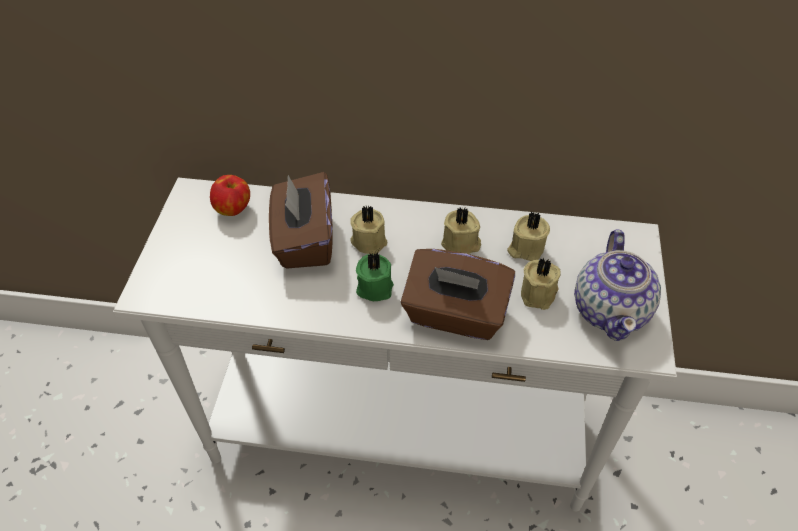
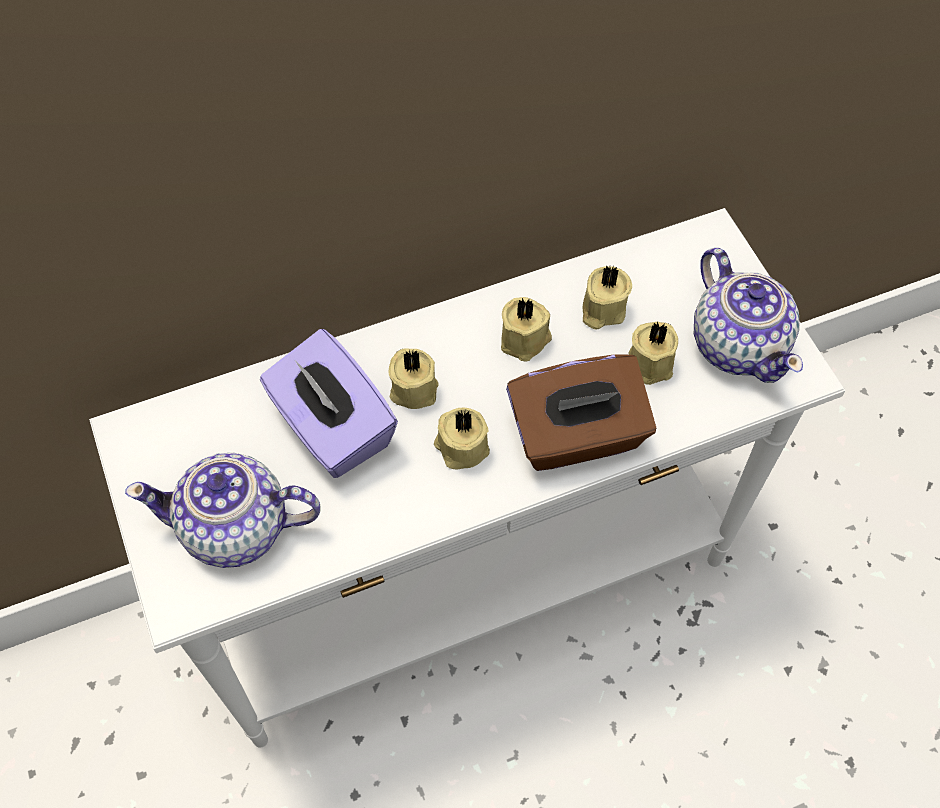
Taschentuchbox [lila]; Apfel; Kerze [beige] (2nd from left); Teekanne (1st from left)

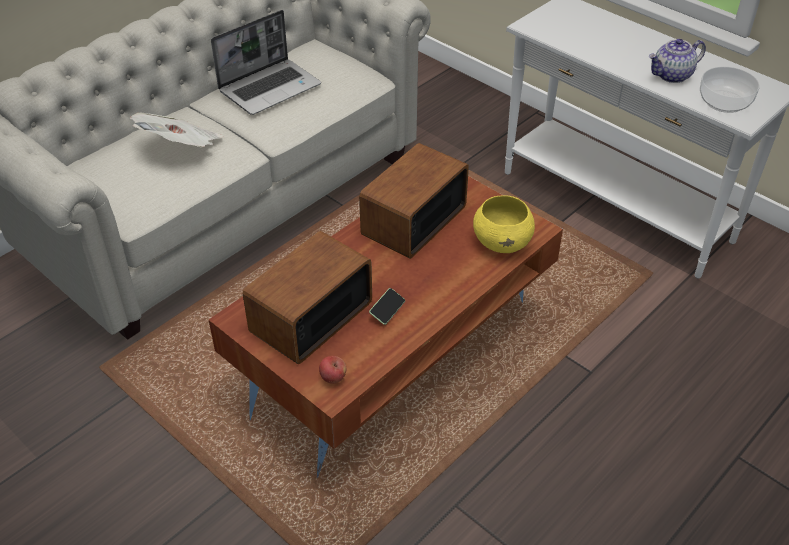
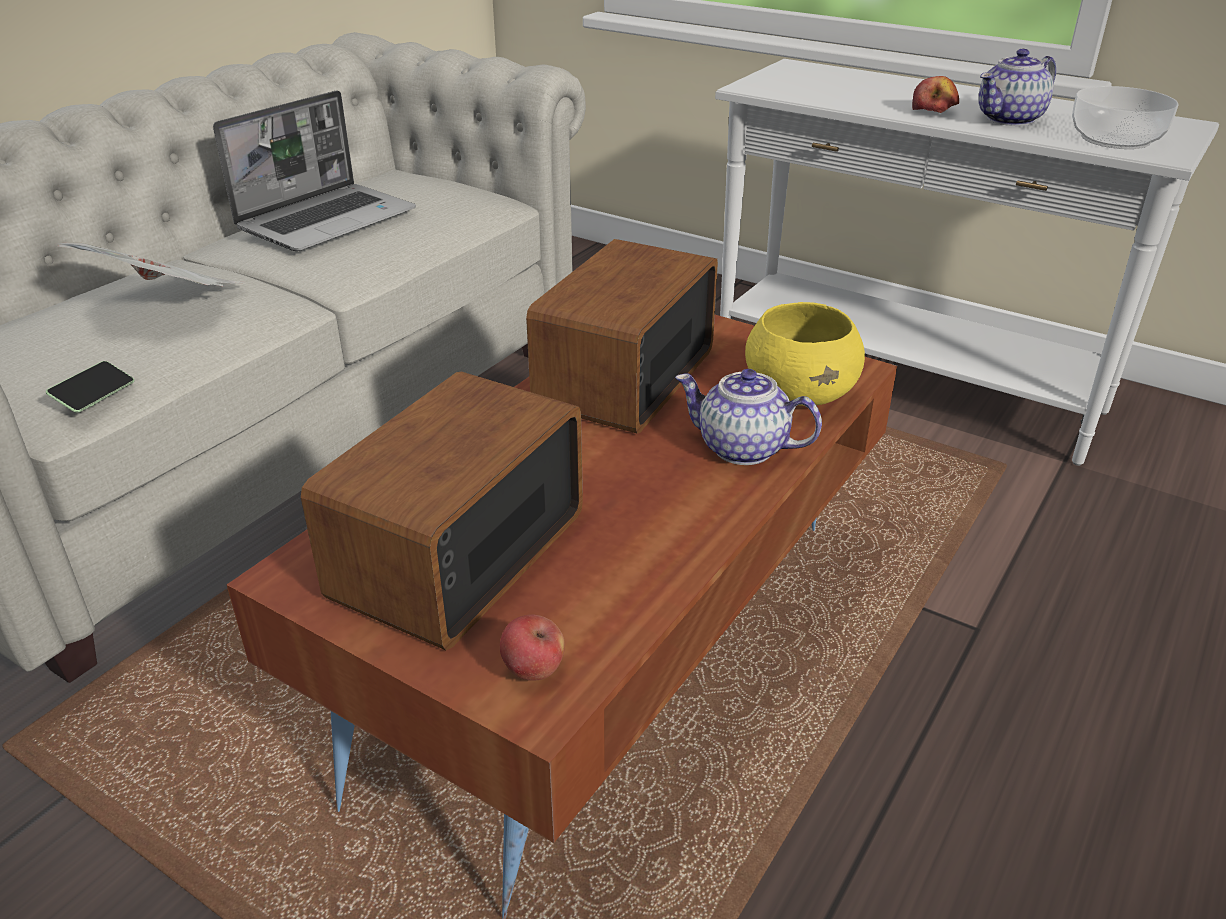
Handy; Apfel (2nd from left); Teekanne (1st from left)

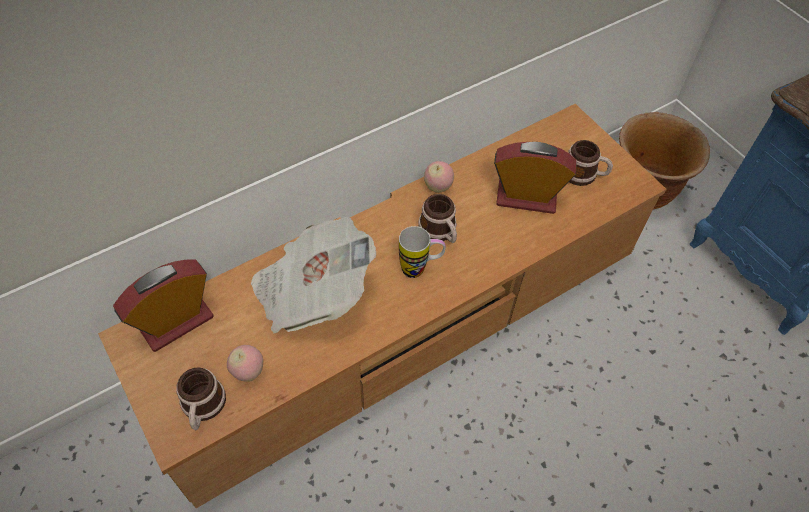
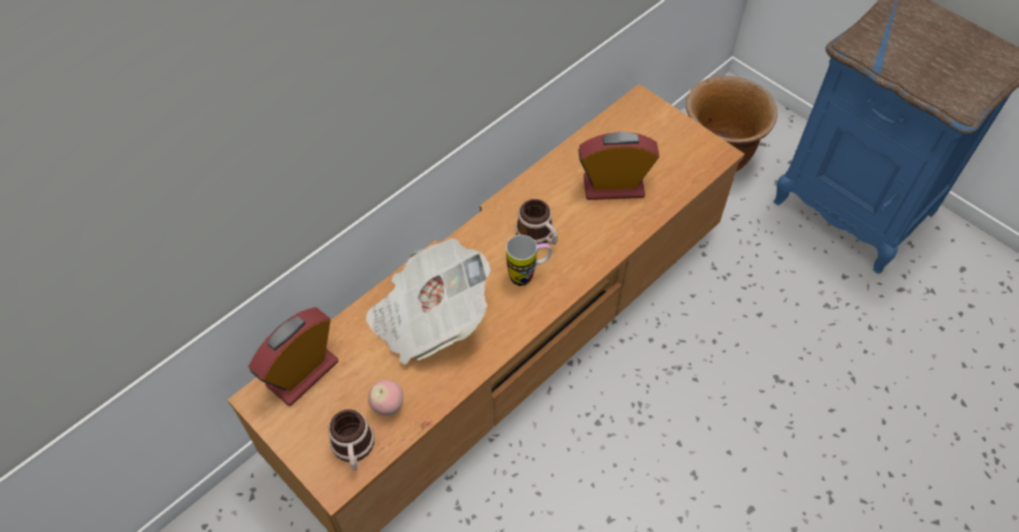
Henkelbecher (4th from left in the first image); Apfel (2nd from left in the first image)

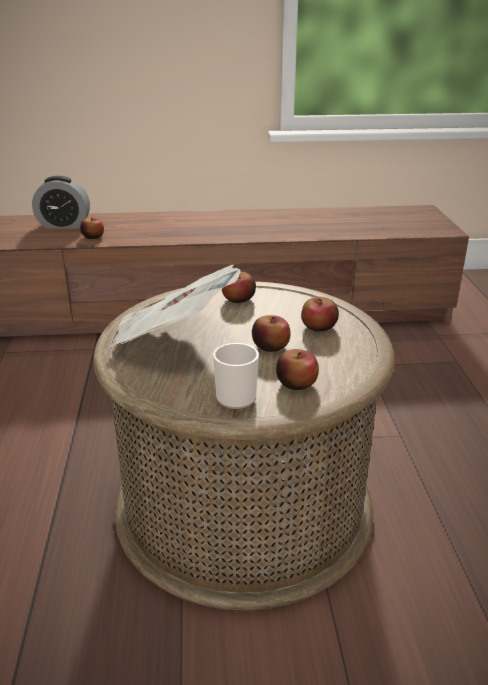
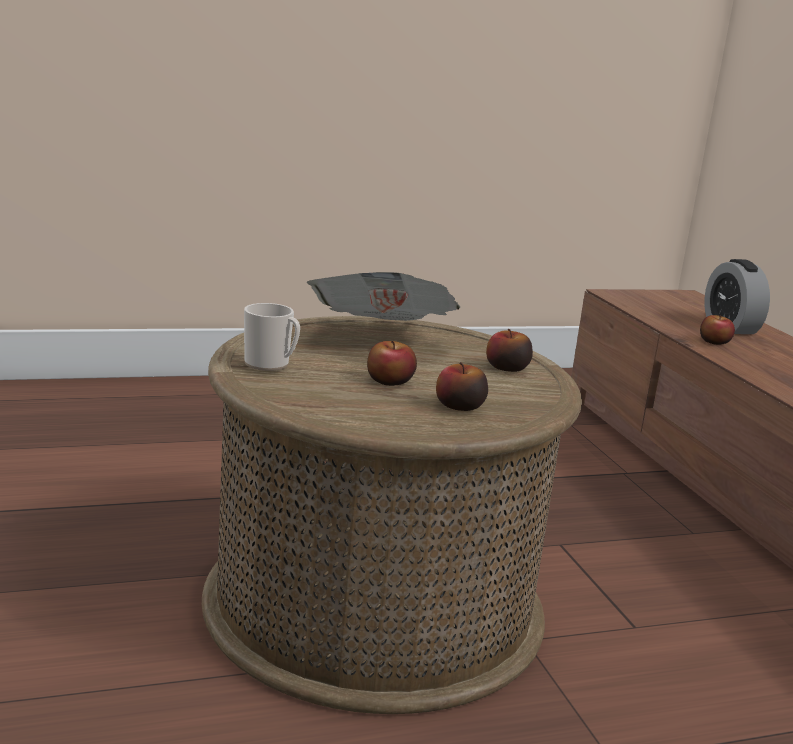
Apfel (4th from left in the first image)

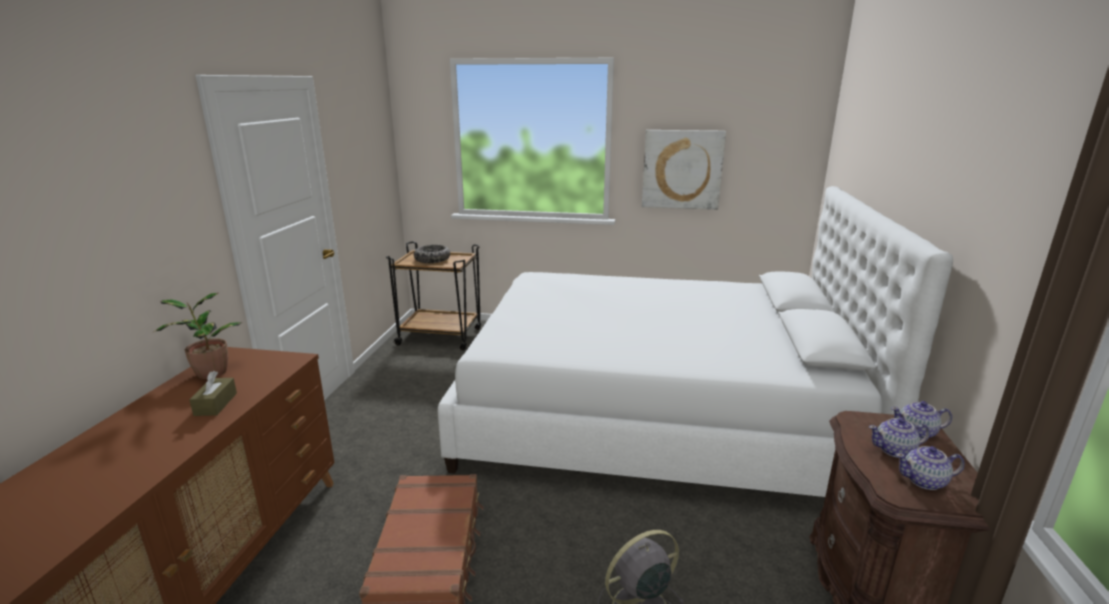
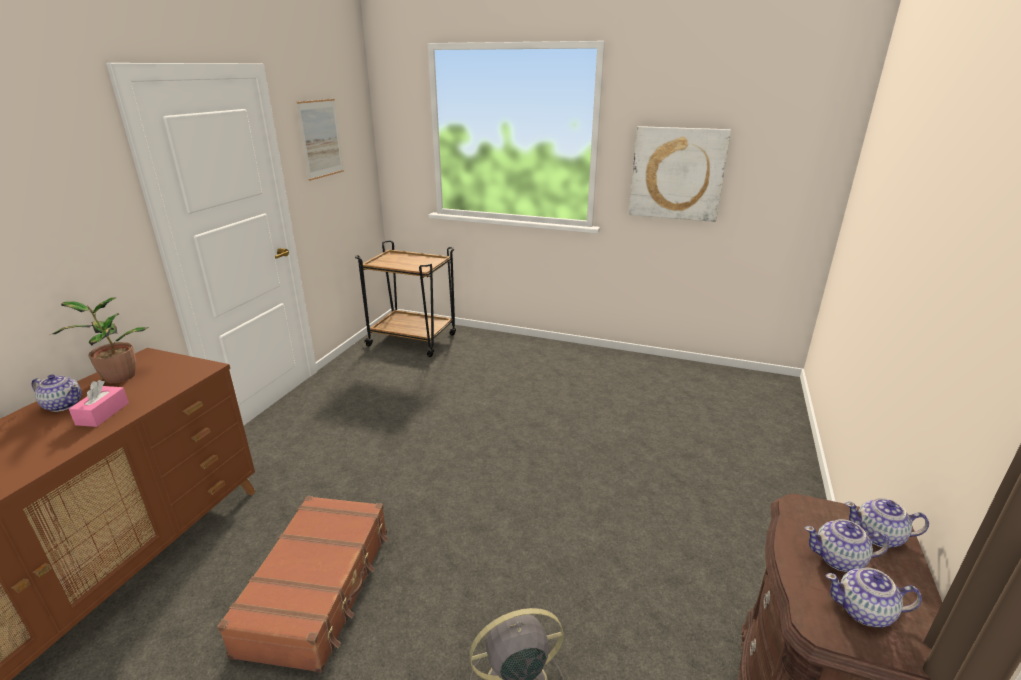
Bett [weiß]; Schüssel; Taschentuchbox [rosa]; Bild (1st from left); Teekanne (1st from left)

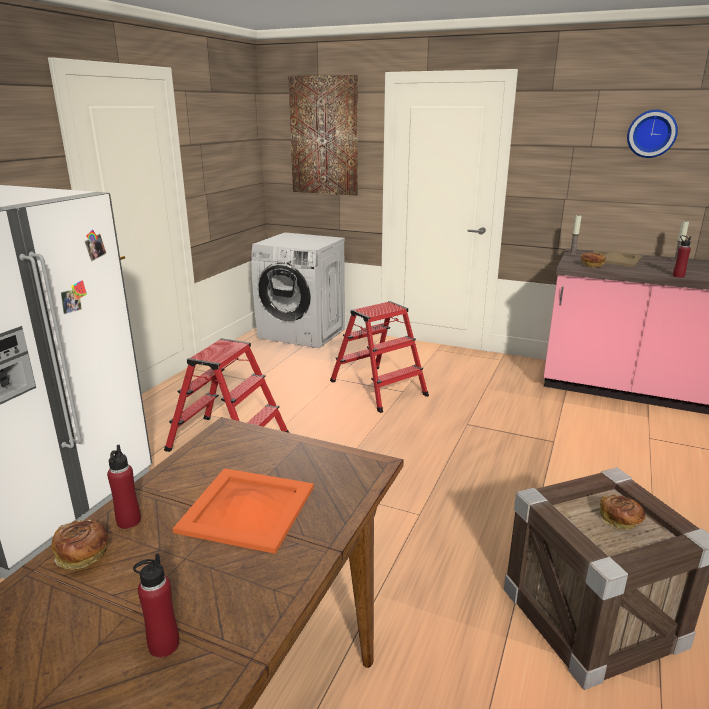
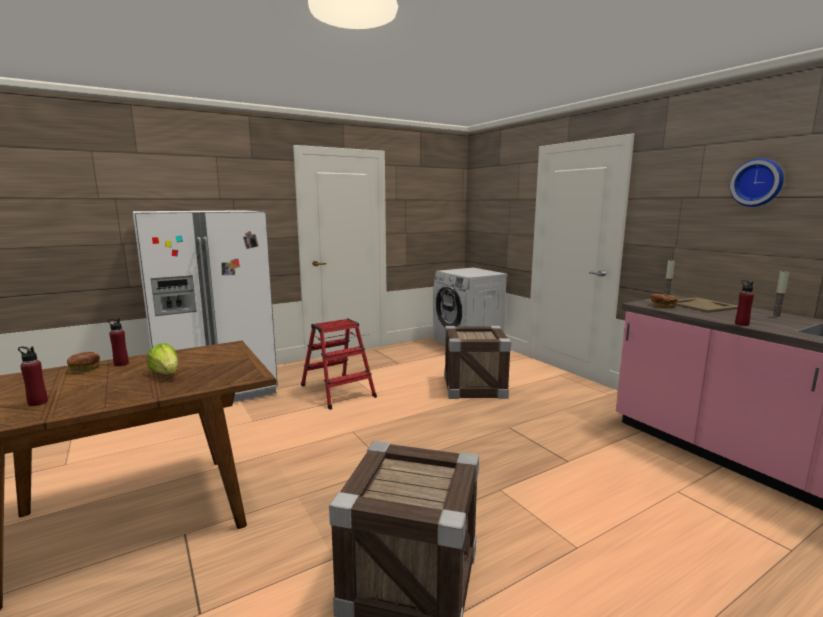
Bild; Kiste (2nd from left); Salatkopf; Brot (3rd from left in the first image)

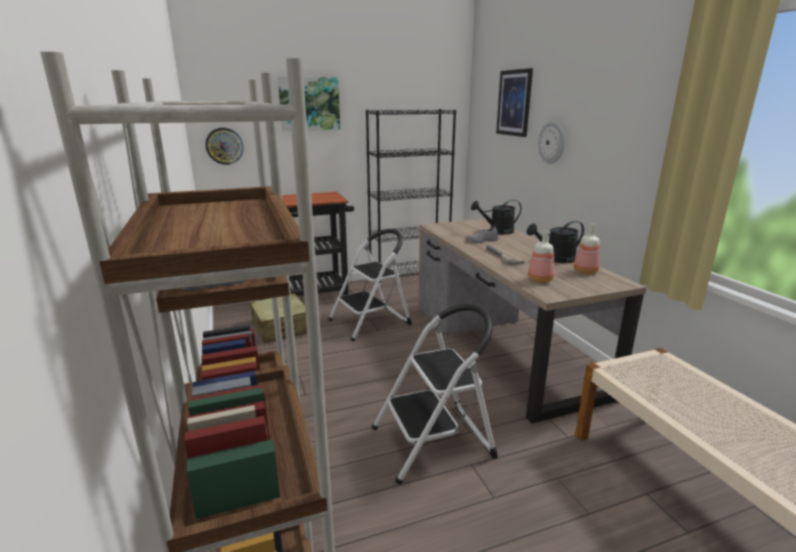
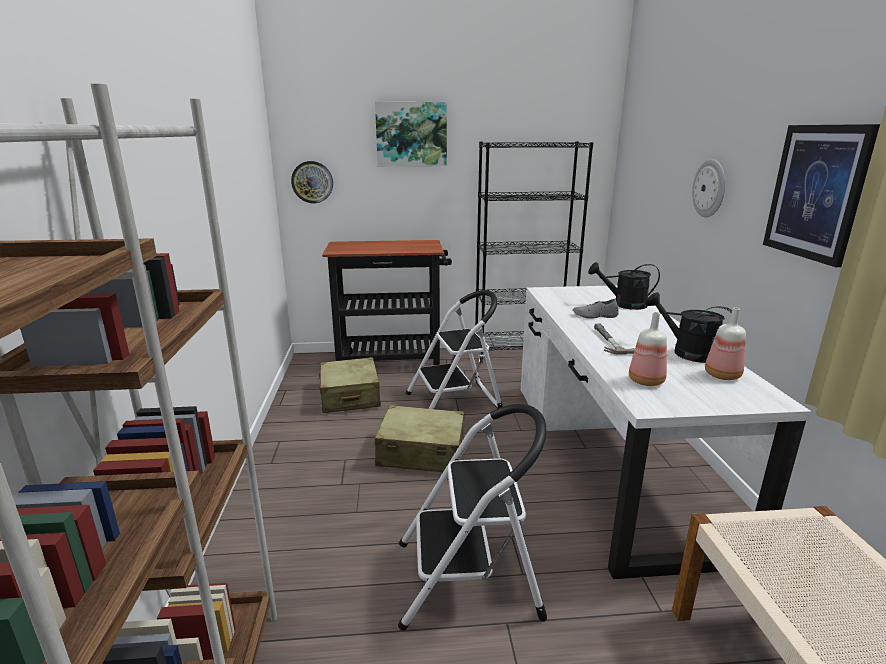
Bild (2nd from left); Schreibtisch [weiß]; Gießkanne [schwarz] (2nd from left); Koffer [beige] (2nd from left)

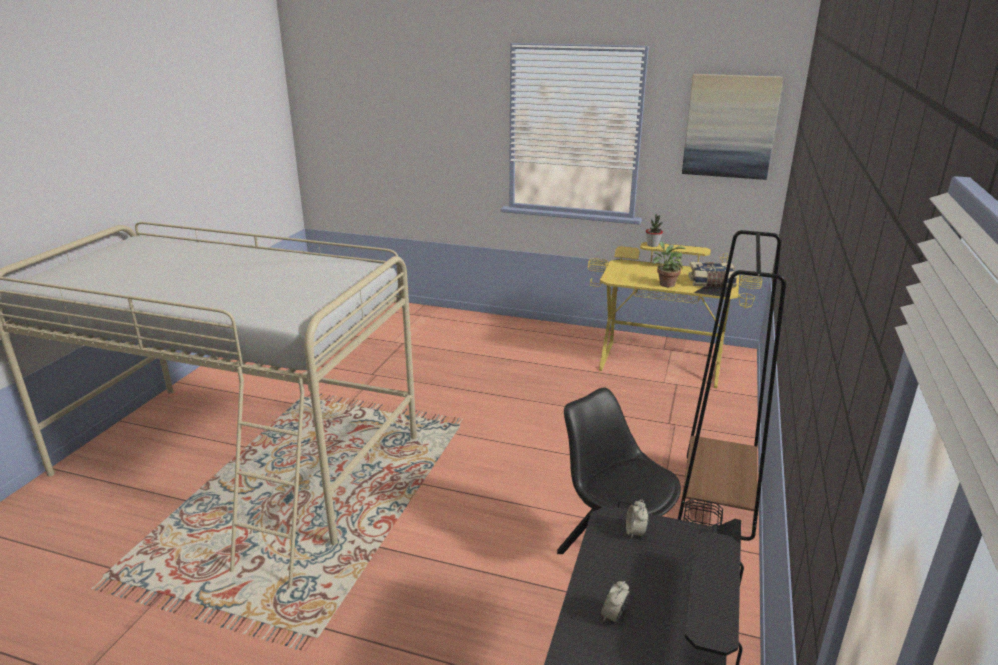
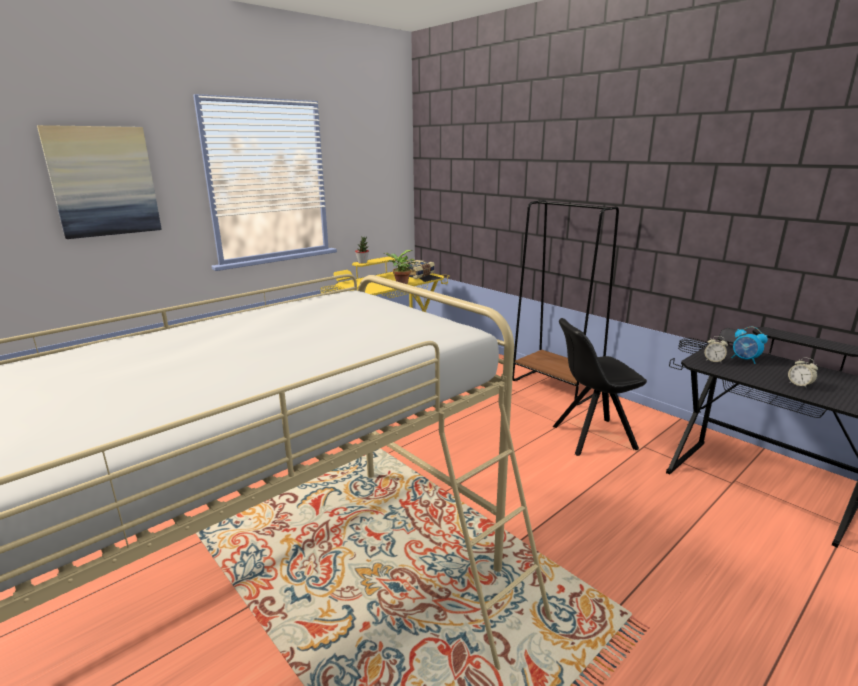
Bild; Wecker (2nd from left)

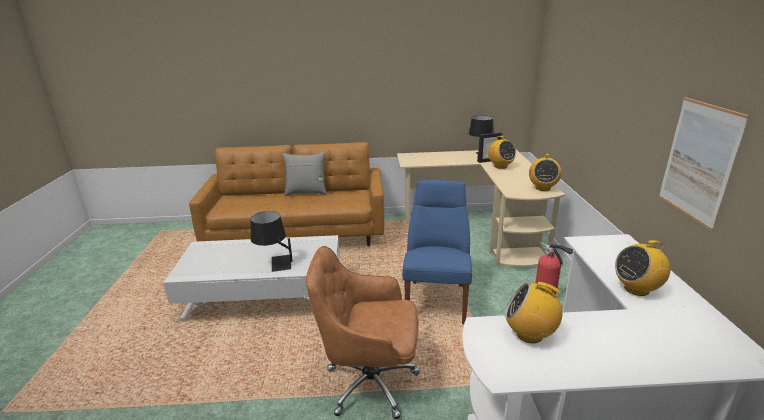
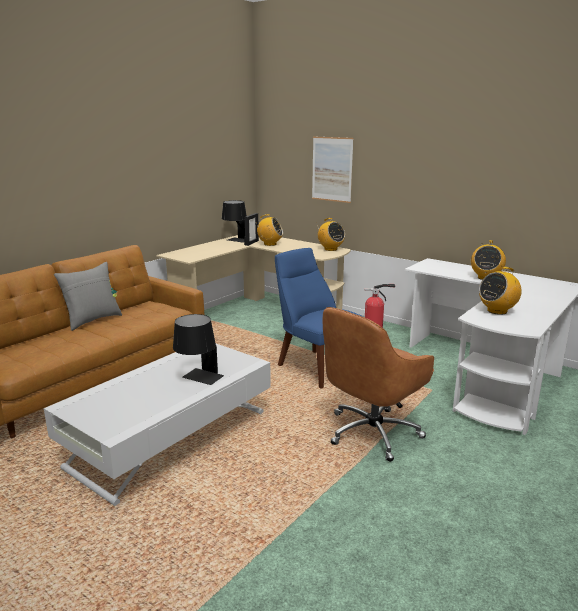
Bild

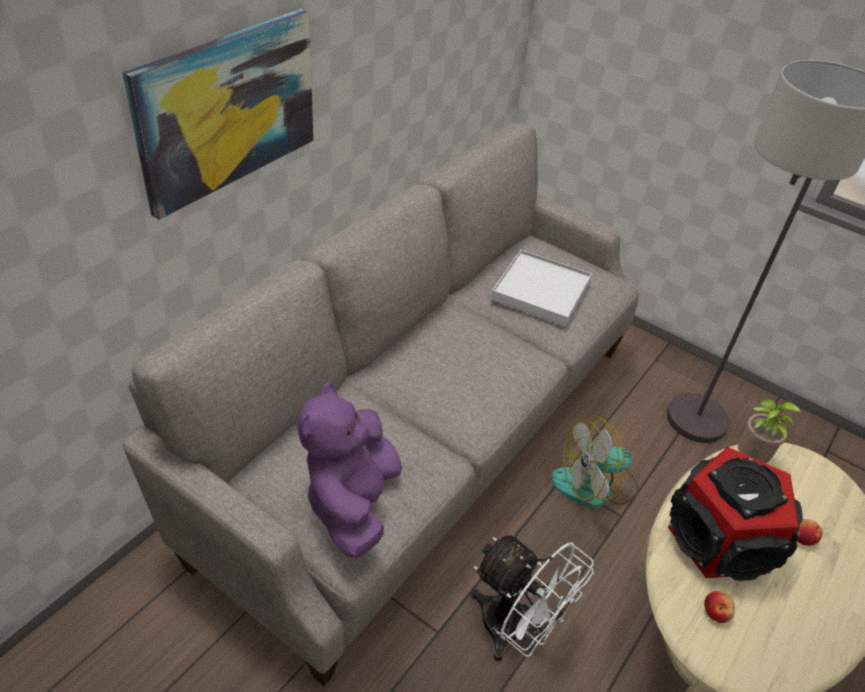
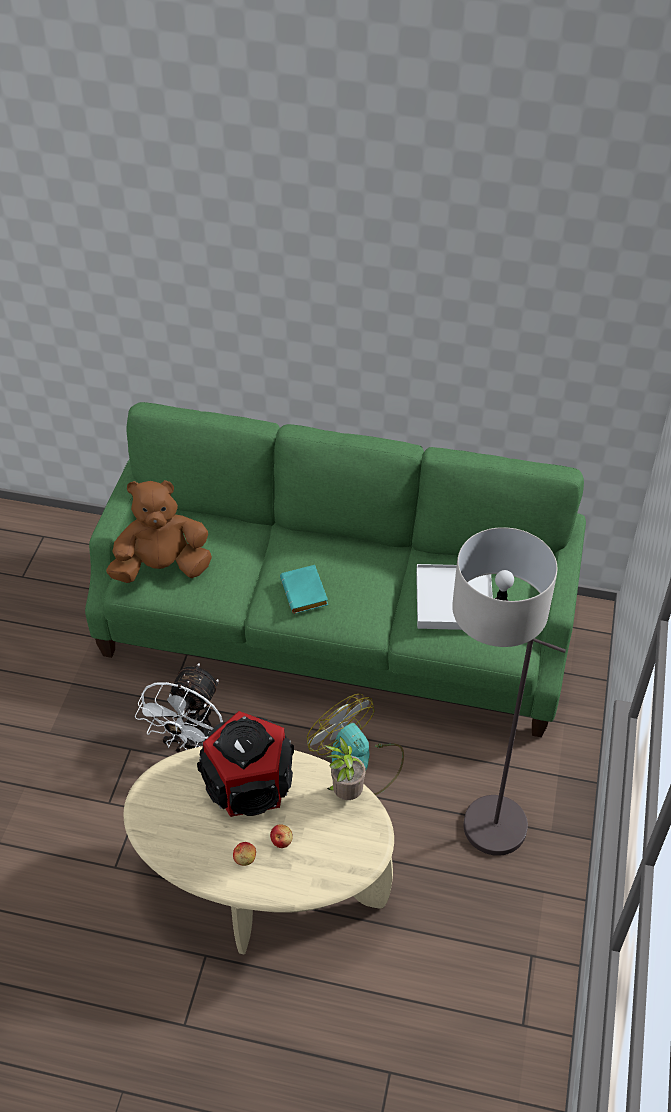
Bild; Sofa [grün]; Plüschtier [braun]; Apfel (1st from left); Buch [türkis]

